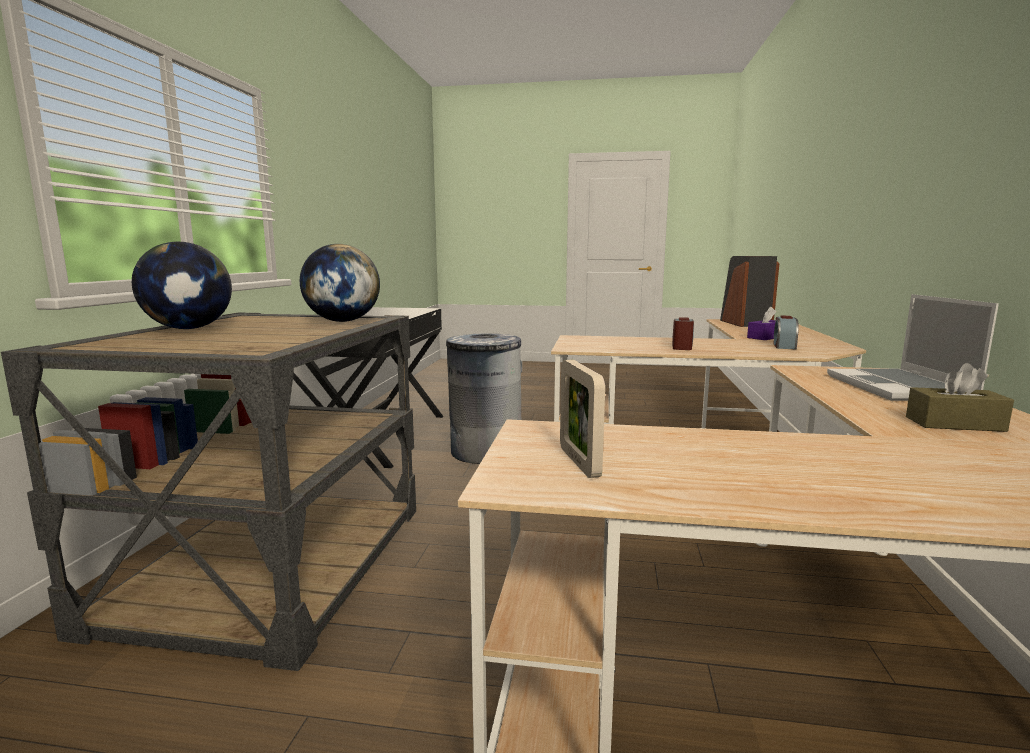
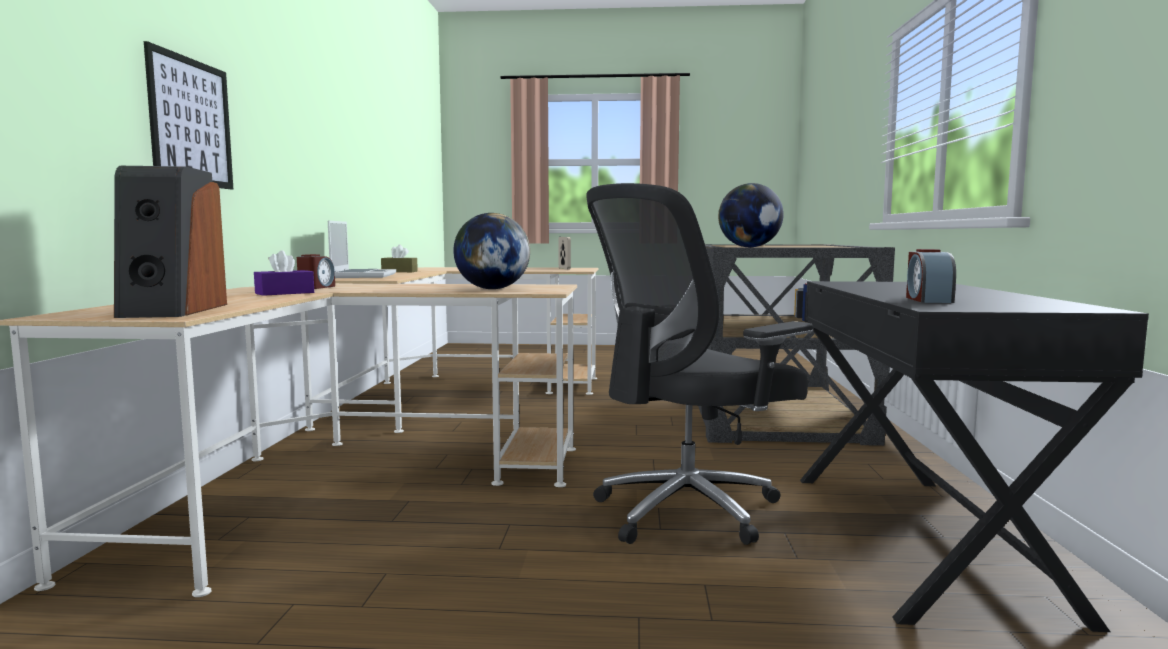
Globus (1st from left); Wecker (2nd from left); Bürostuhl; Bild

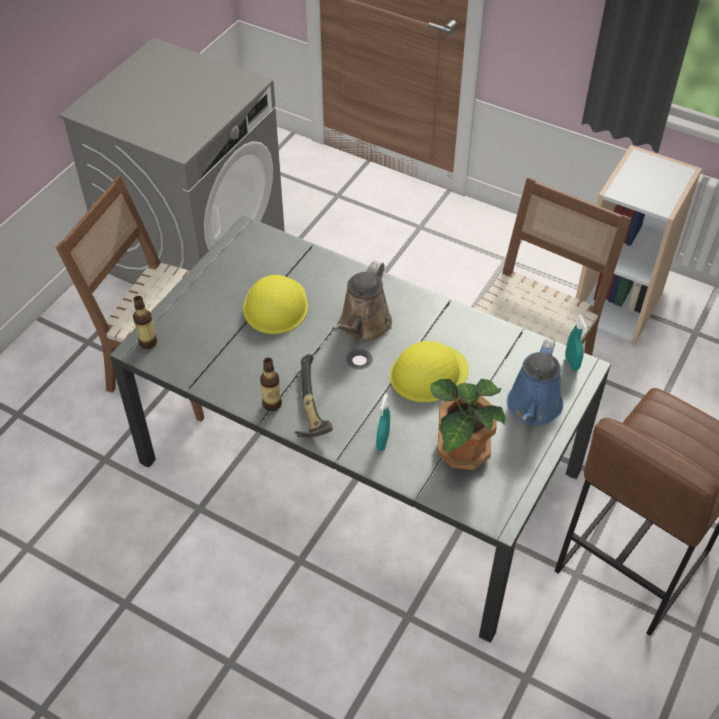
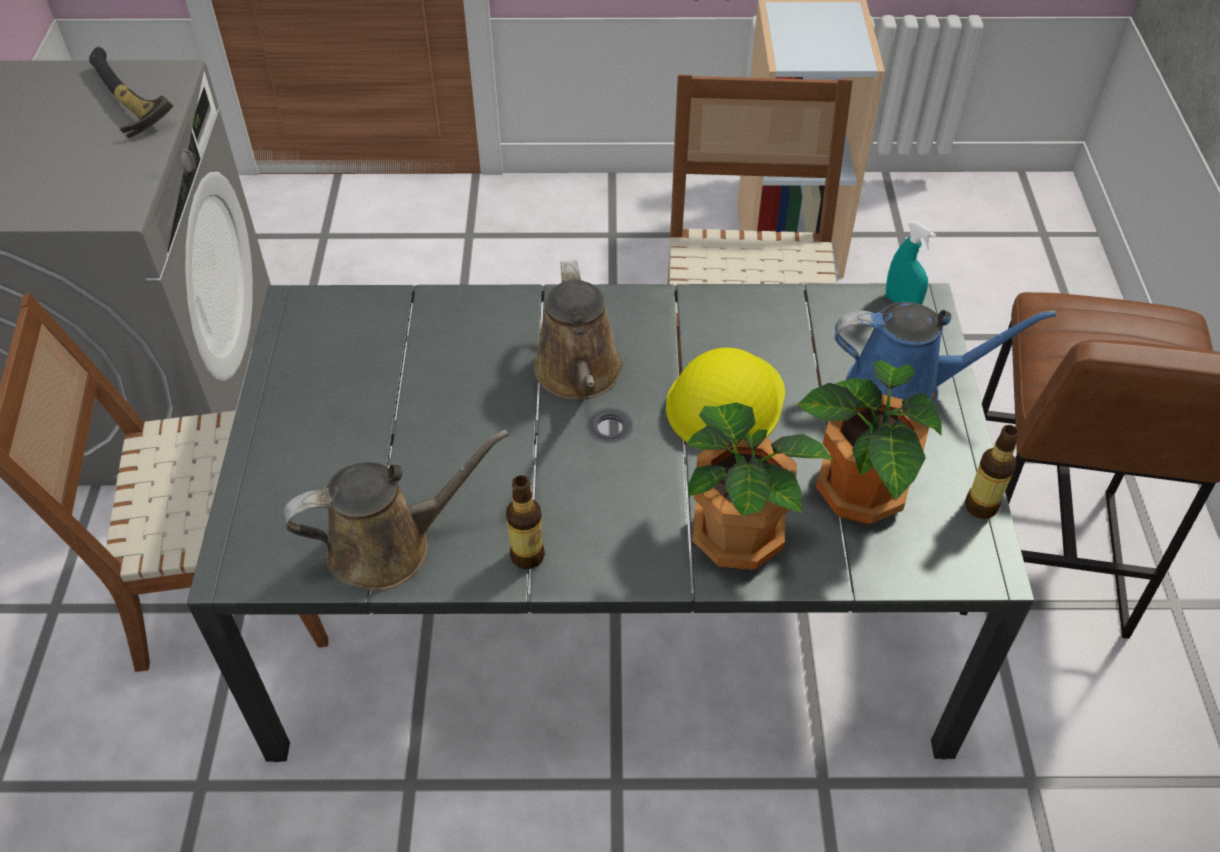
Schutzhelm [gelb] (1st from left in the first image); Flasche (2nd from left); Gießkanne [blau]; Hammer; Topfpflanze (1st from left); Gießkanne [braun] (1st from left)

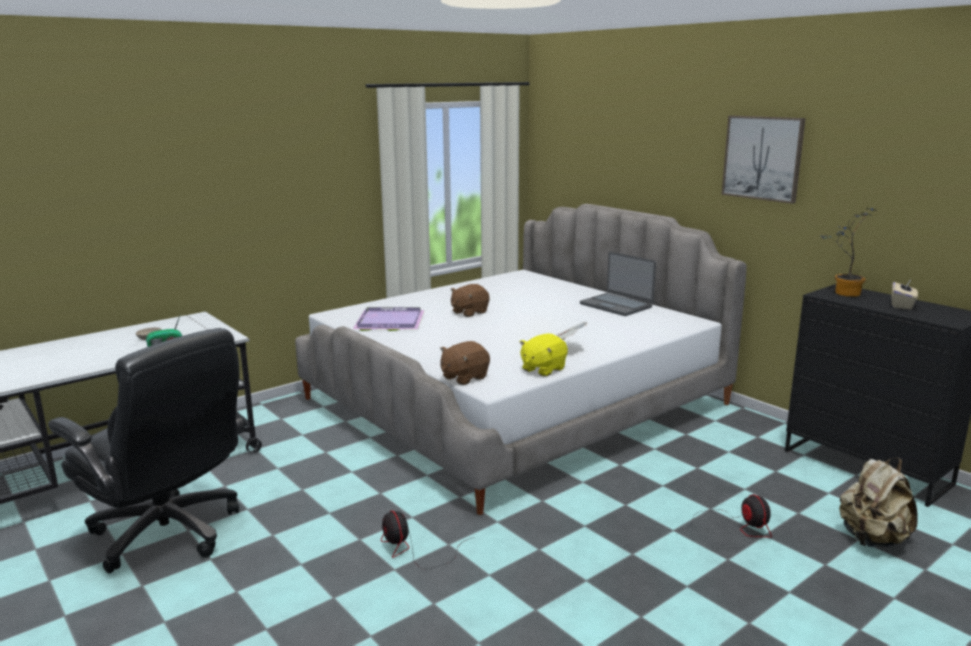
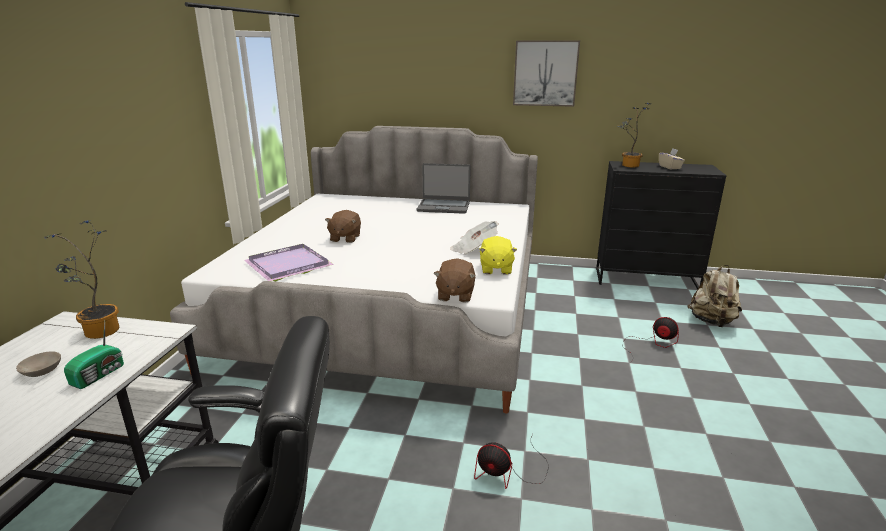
Topfpflanze (1st from left)

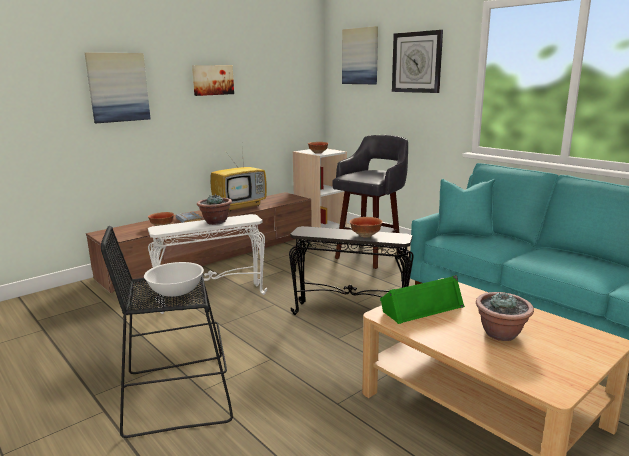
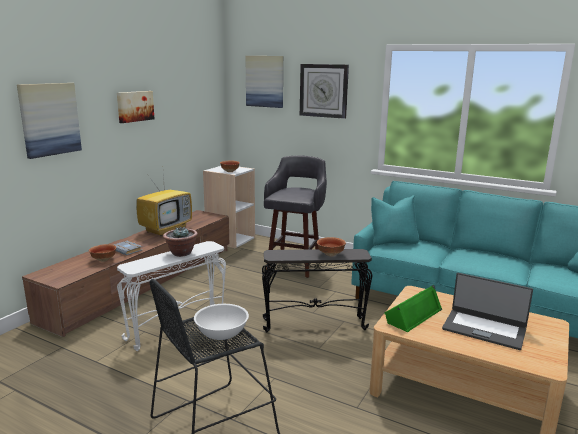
Laptop

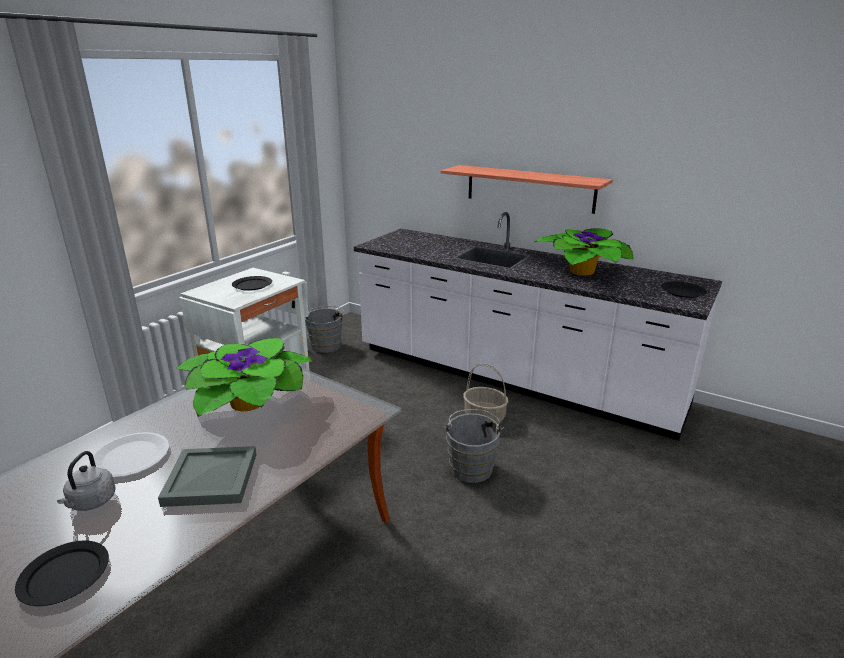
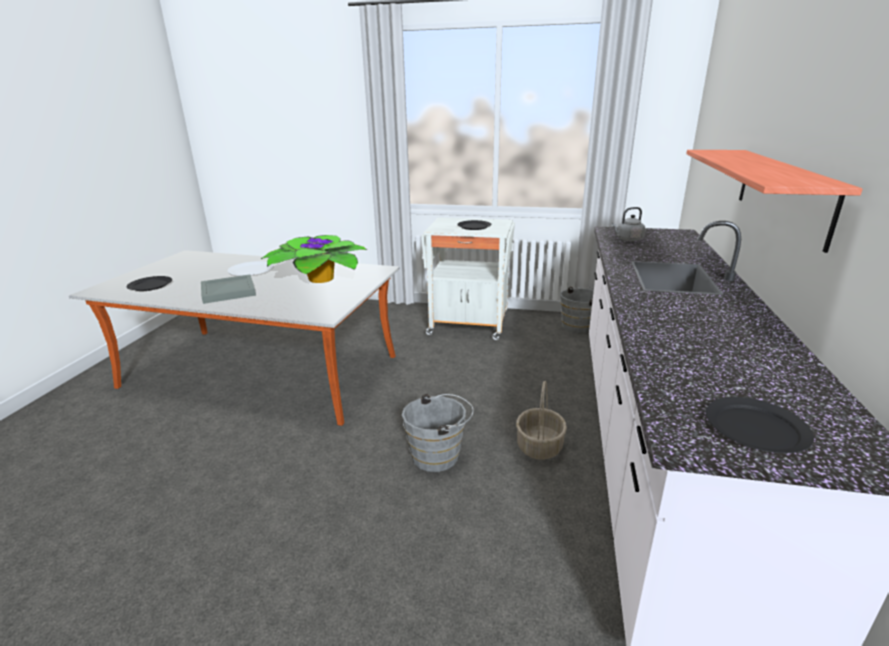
Topfpflanze (2nd from left in the first image); Wasserkessel [grau]

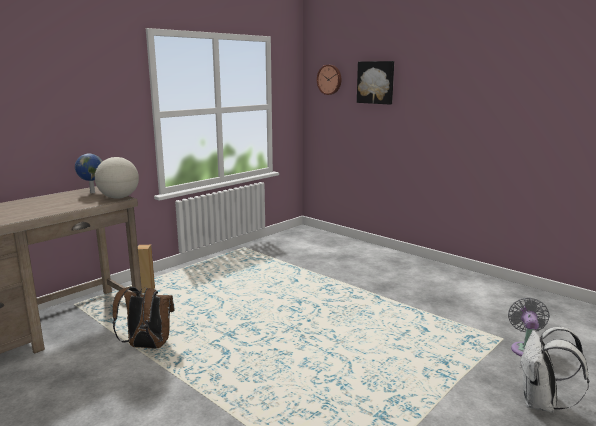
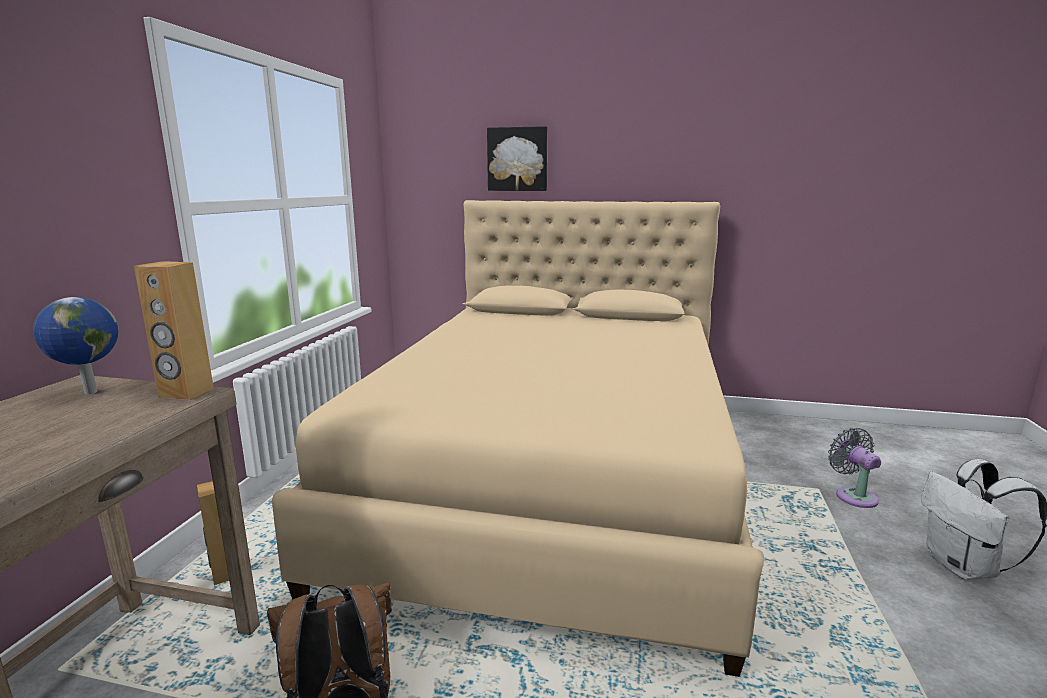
Wanduhr; Lautsprecher [braun] (1st from left); Bett [beige]

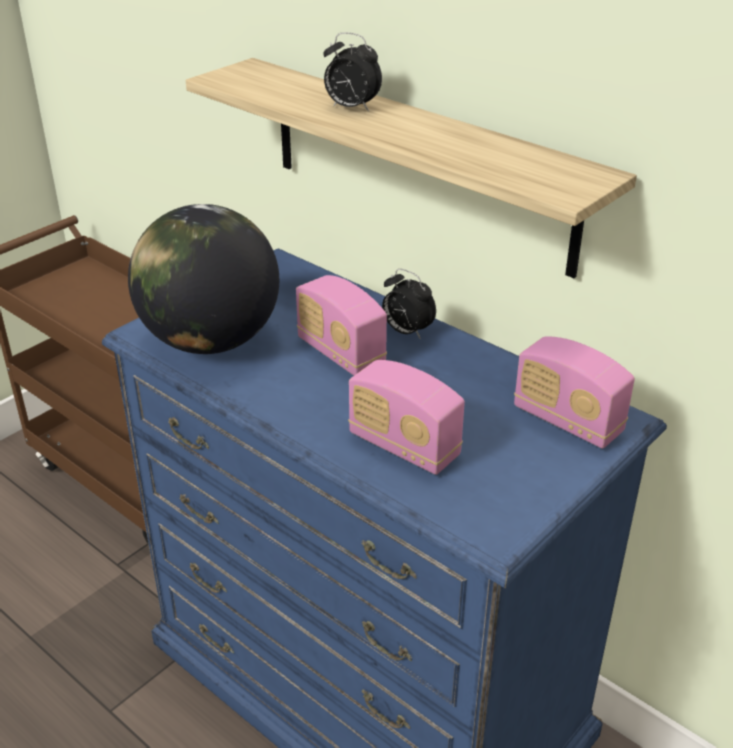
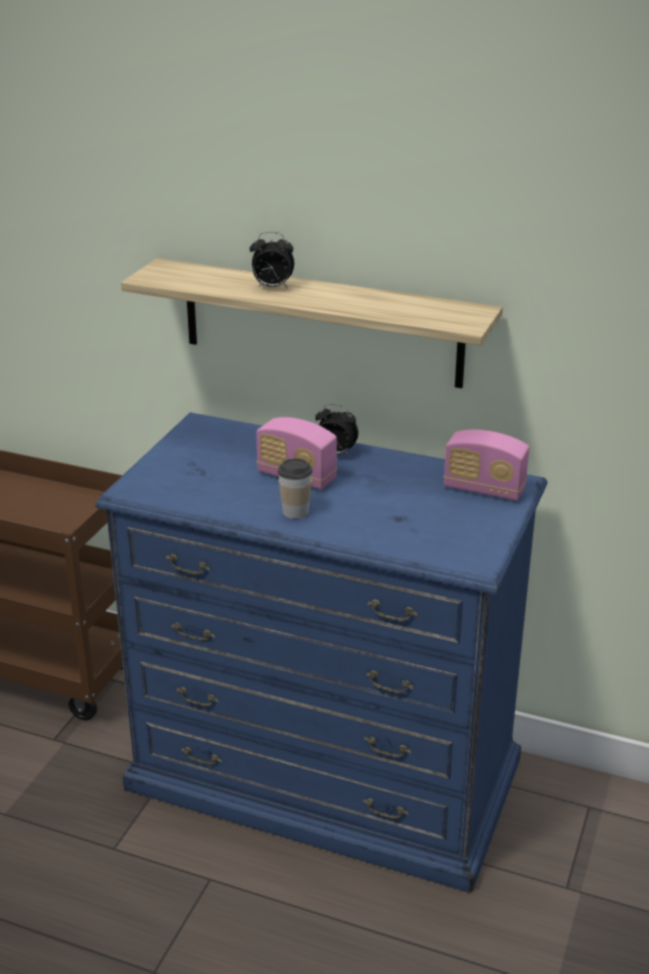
Globus; Radio (2nd from left in the first image); Tasse

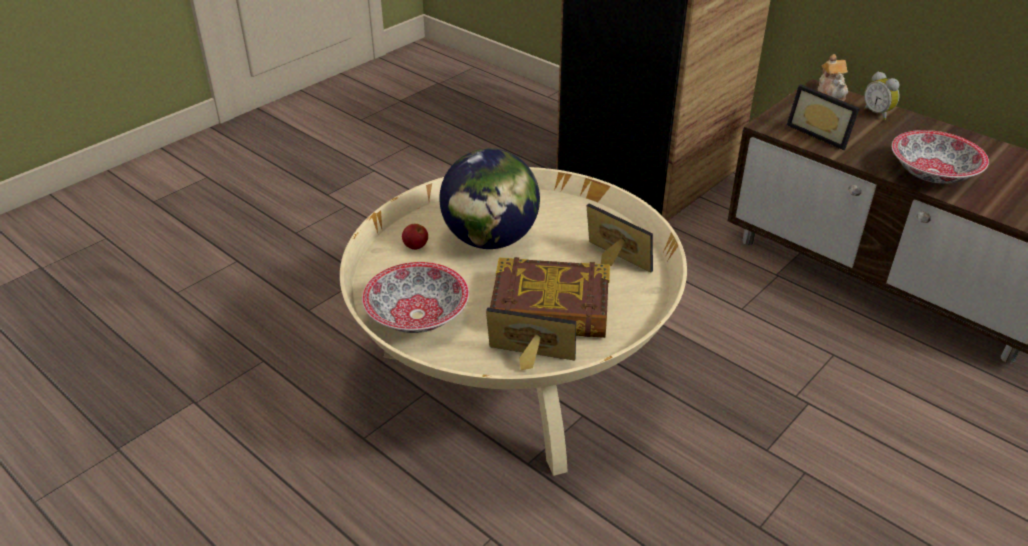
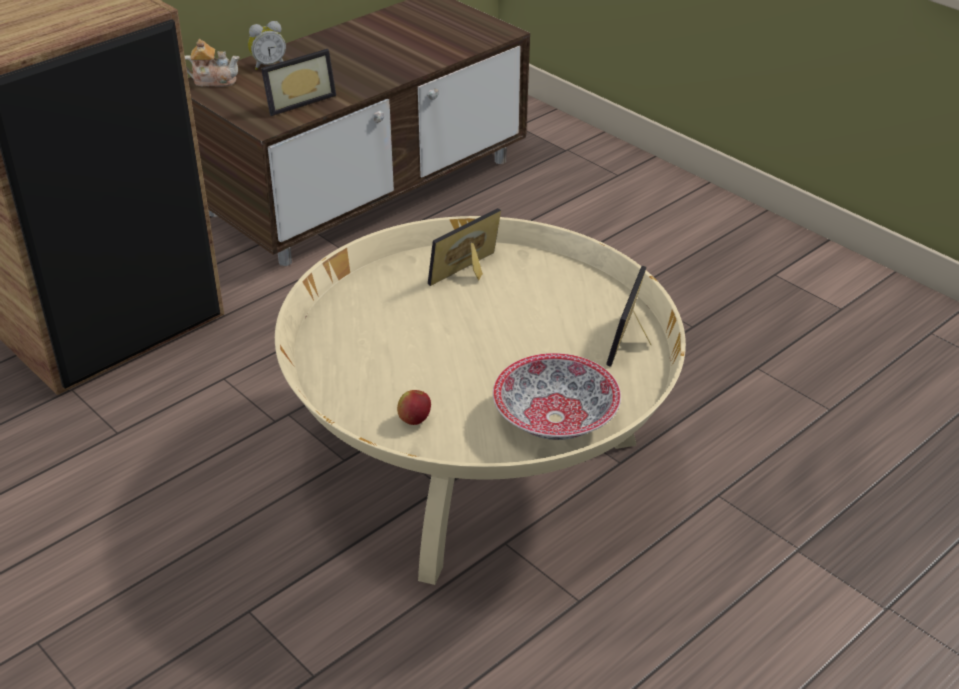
Schüssel (2nd from left in the first image); Globus; Buch

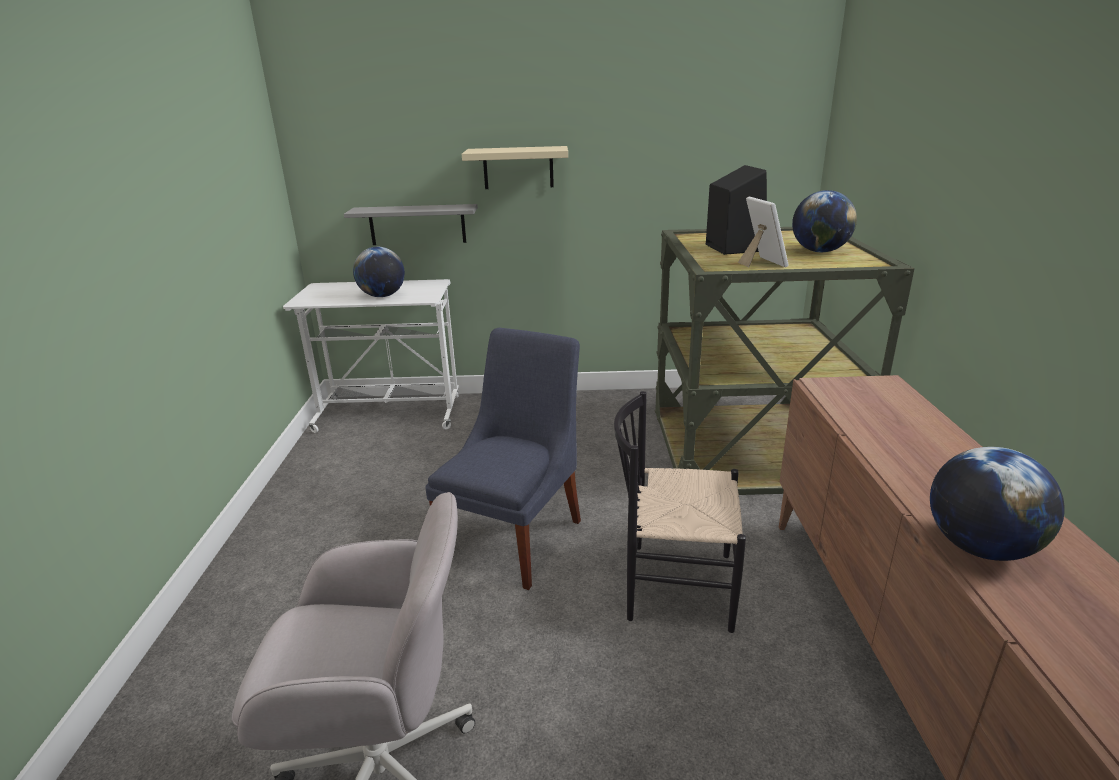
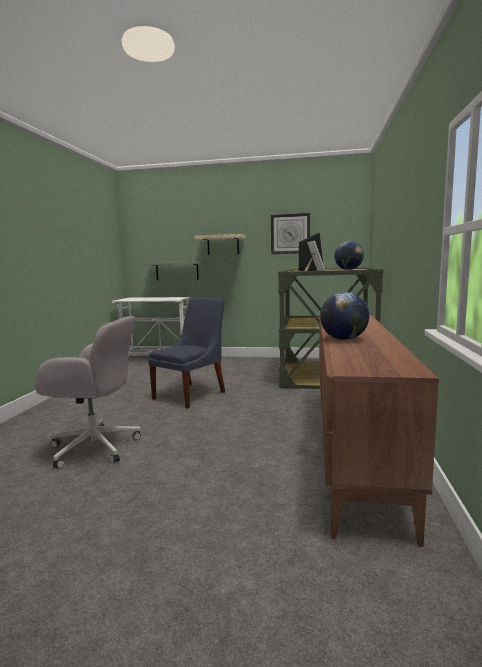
Globus (1st from left in the first image); Stuhl [schwarz]; Wanduhr

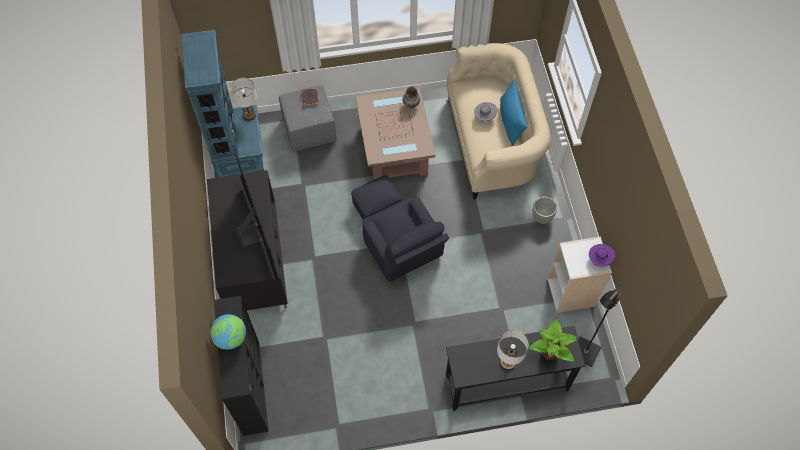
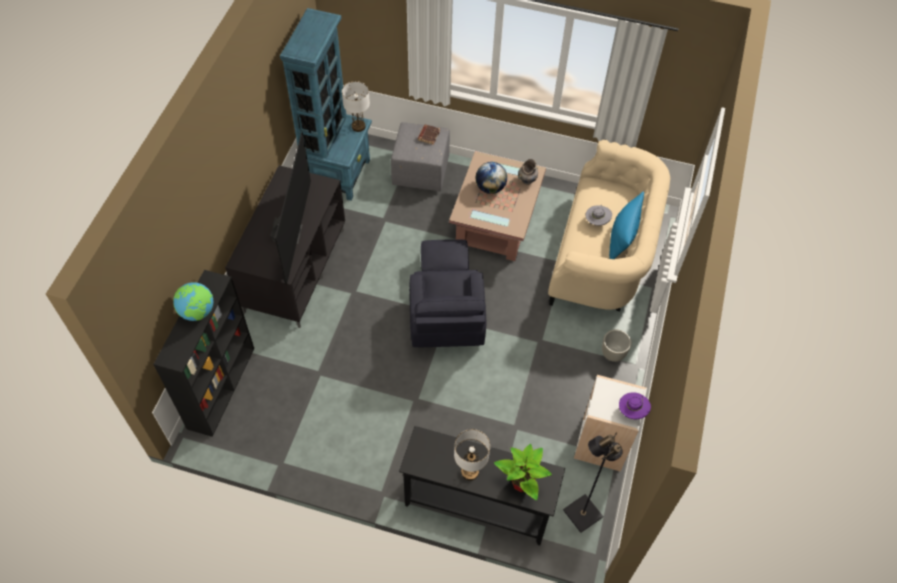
Globus (2nd from left)

